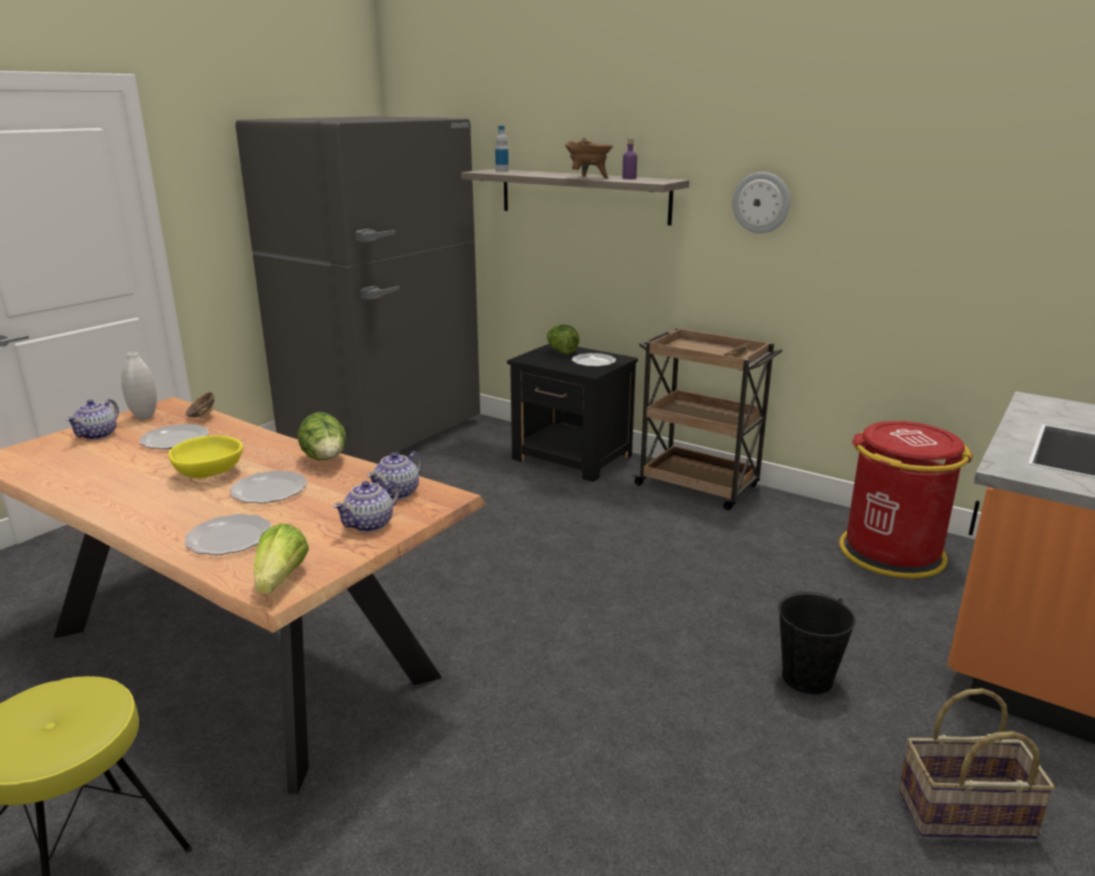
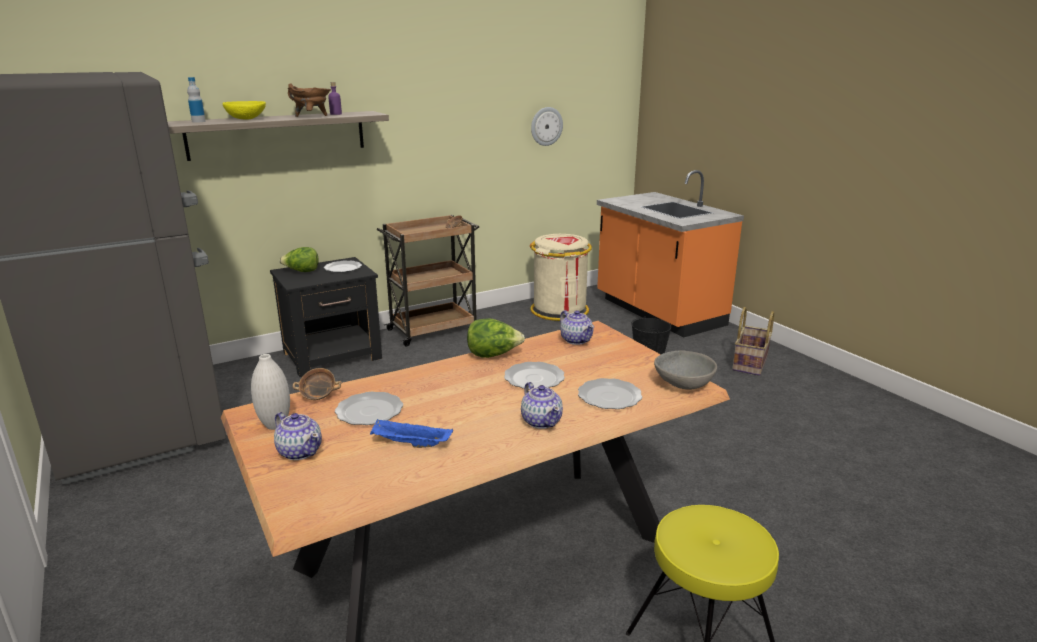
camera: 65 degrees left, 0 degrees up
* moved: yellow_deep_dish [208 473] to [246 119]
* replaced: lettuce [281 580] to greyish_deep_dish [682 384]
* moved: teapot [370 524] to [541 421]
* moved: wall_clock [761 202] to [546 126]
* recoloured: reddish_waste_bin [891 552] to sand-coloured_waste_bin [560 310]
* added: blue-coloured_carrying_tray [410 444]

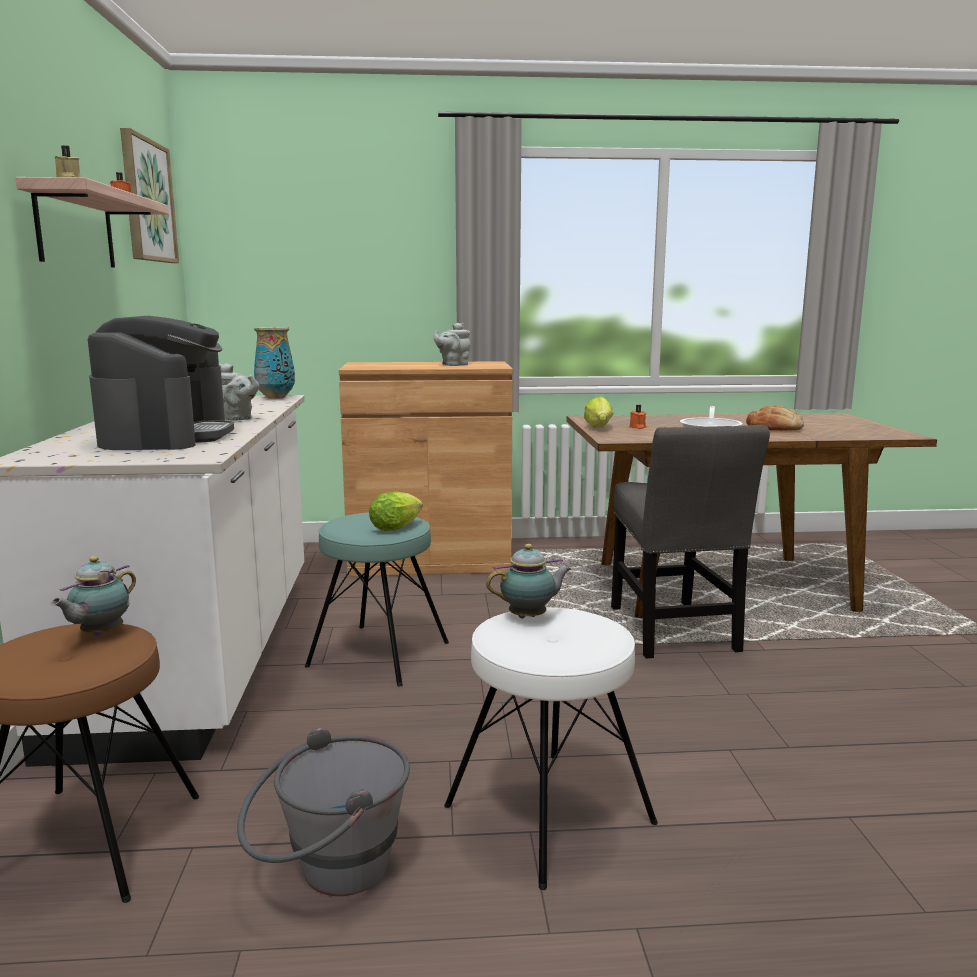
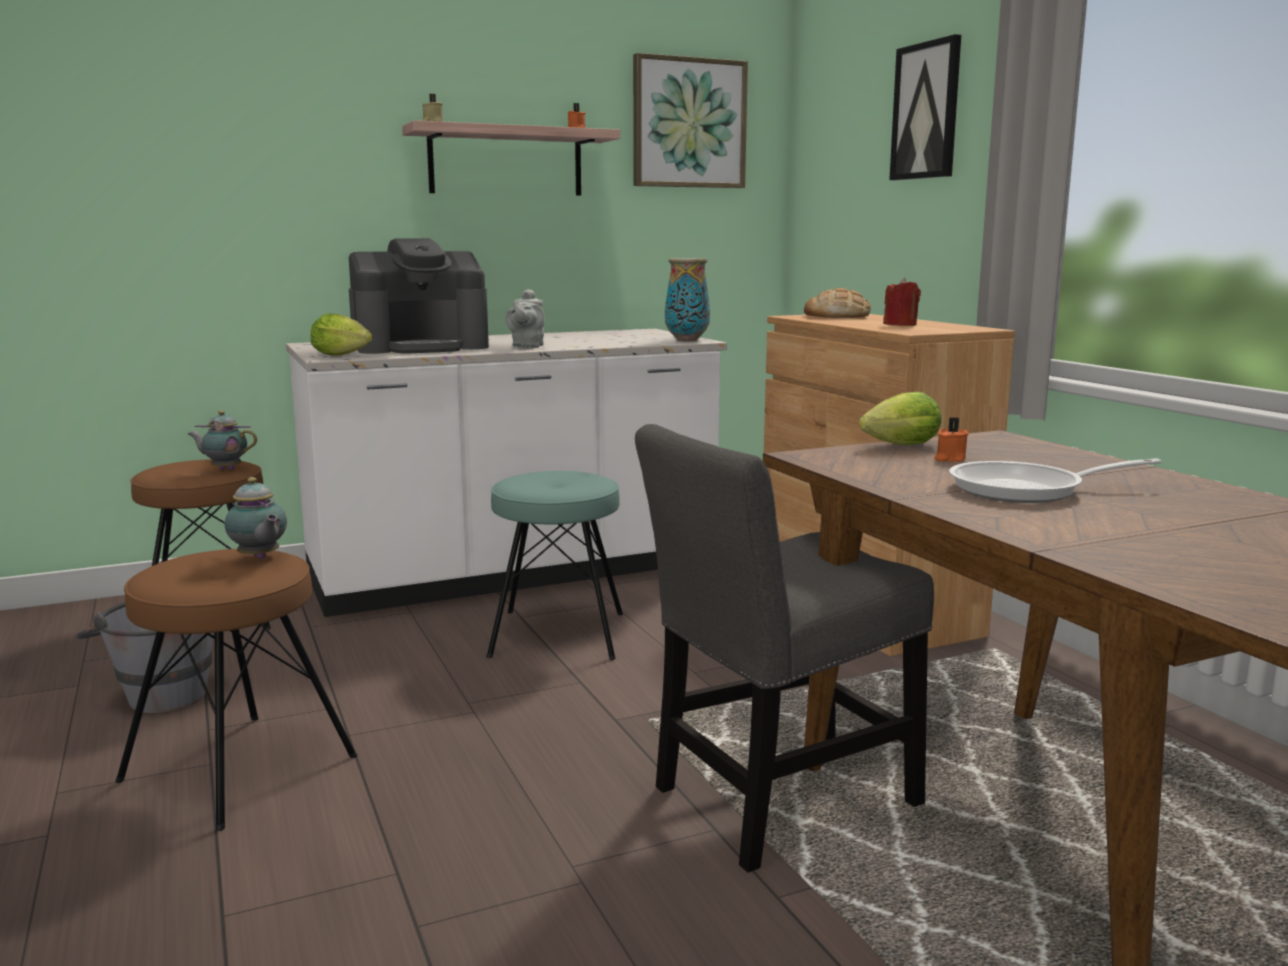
camera: 70 degrees right, 0 degrees up
* moved: lettuce [398 527] to [344 356]
* replaced: greyish_teapot [453 365] to reddish_candle [900 325]
* recoloured: white_stool_seat [548 814] to brown_stool_seat [239 768]
* moved: baked_bread [774 427] to [837 316]
* added: wall_art [926 111]

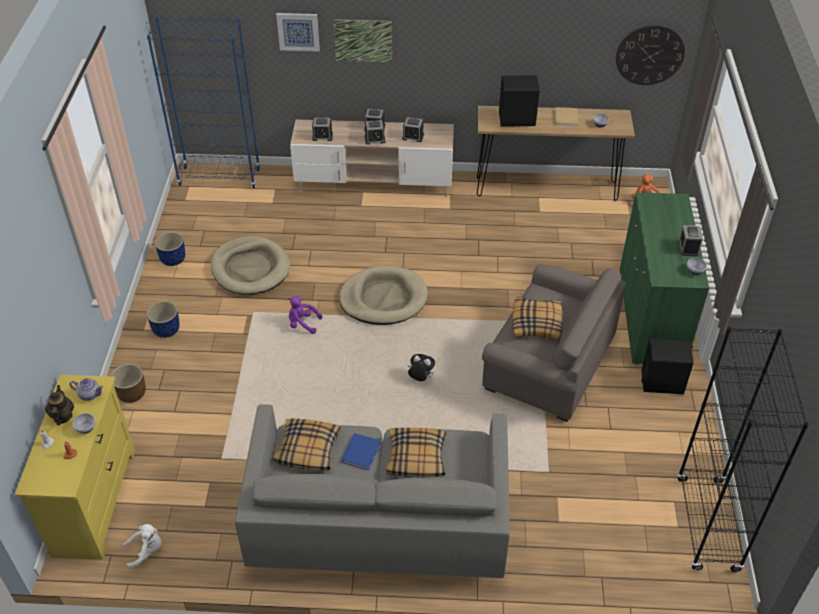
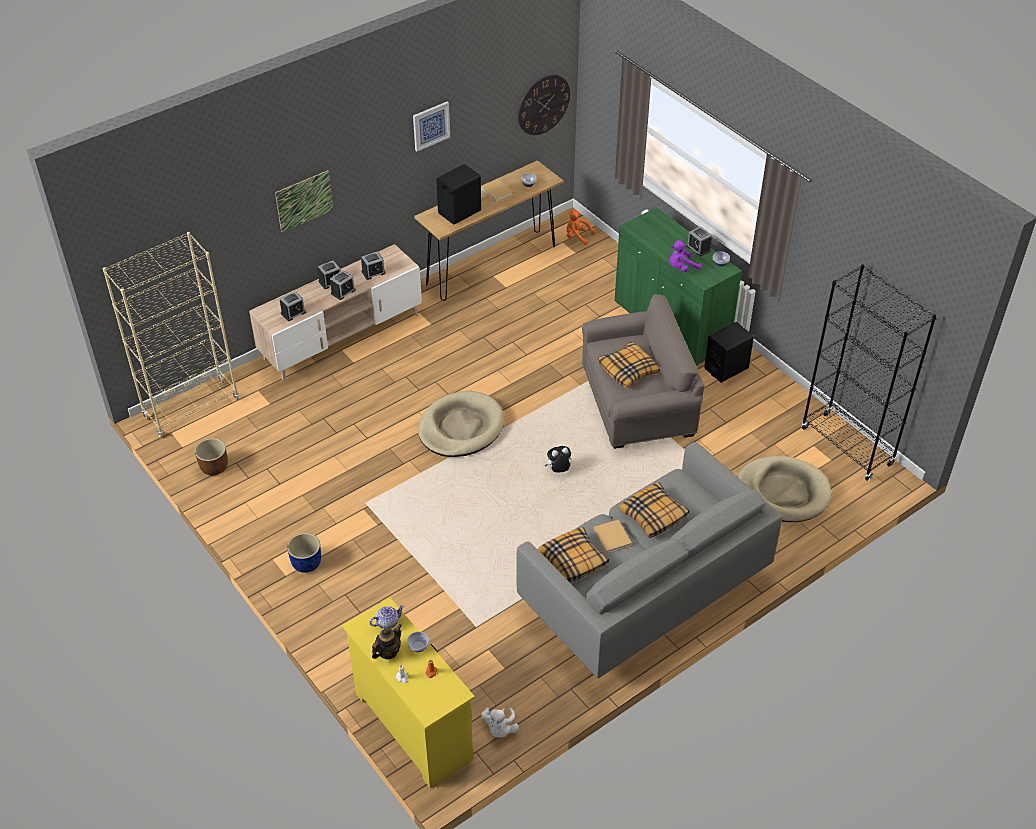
camera: 40 degrees left, 0 degrees up
* turned: teapot [62 417] = [388 652] 90 degrees clockwise
* moved: brown_plant_pot [131 393] to [214 467]
* turned: white_soft_toy [146 551] = [499 729] 150 degrees clockwise
* recoloured: blue-coloured_shelving_unit [220 177] to sand-coloured_shelving_unit [192 408]
* removed: blue-coloured_plant_pot [173 259]
* moved: sand-coloured_pet_bed [250 268] to [782 492]
* moved: wall_art [298 31] to [431 125]
* moved: purple_soft_toy [303 324] to [682 268]
* recoloured: blue-coloured_bound_book [362 451] to sand-coloured_bound_book [612 536]

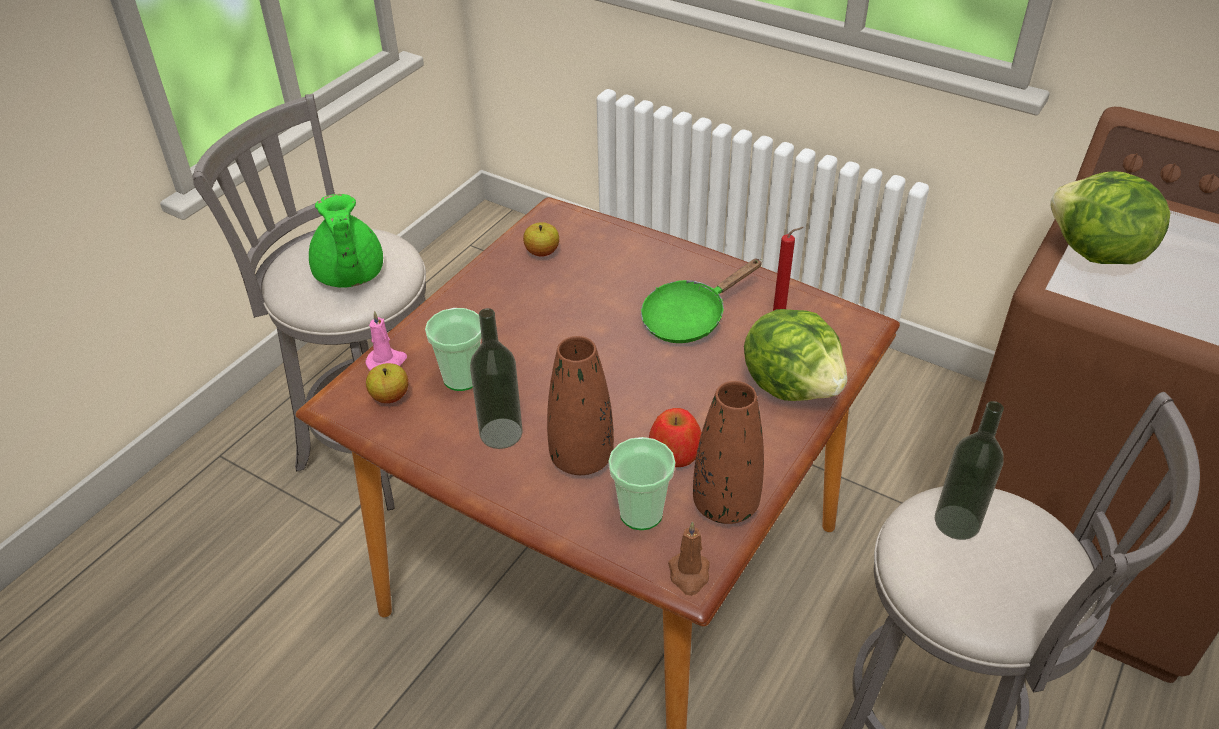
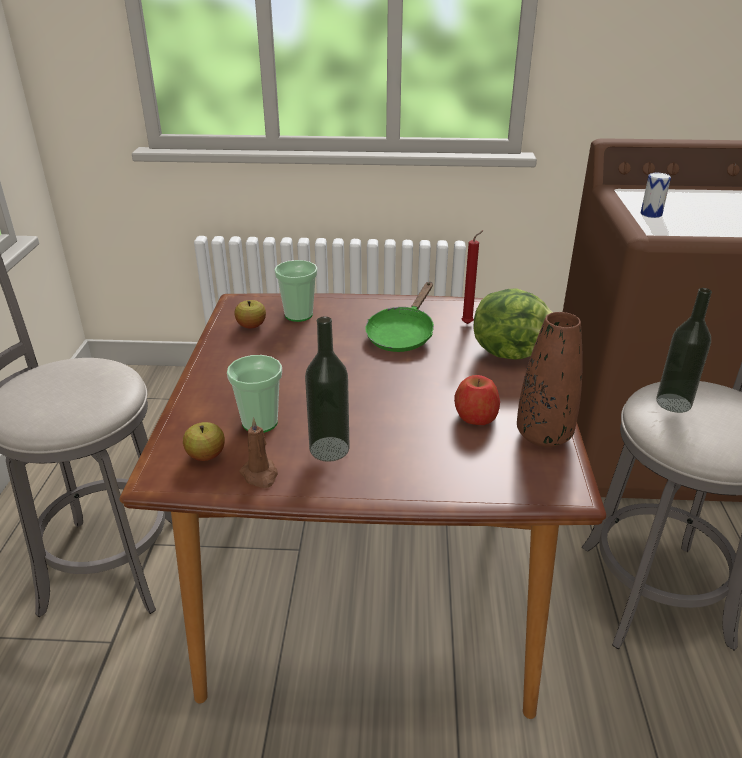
camera: 30 degrees left, 10 degrees down
* removed: green-coloured_teapot [349 276]
* removed: pink_candle [387 361]
* removed: brown_decorative_vase [581 458]
* moved: drinking_cup [641 513] to [298 315]
* moved: brown_candle [689 574] to [260 475]
* replaced: lettuce [1096 254] to sealed_can [651 214]

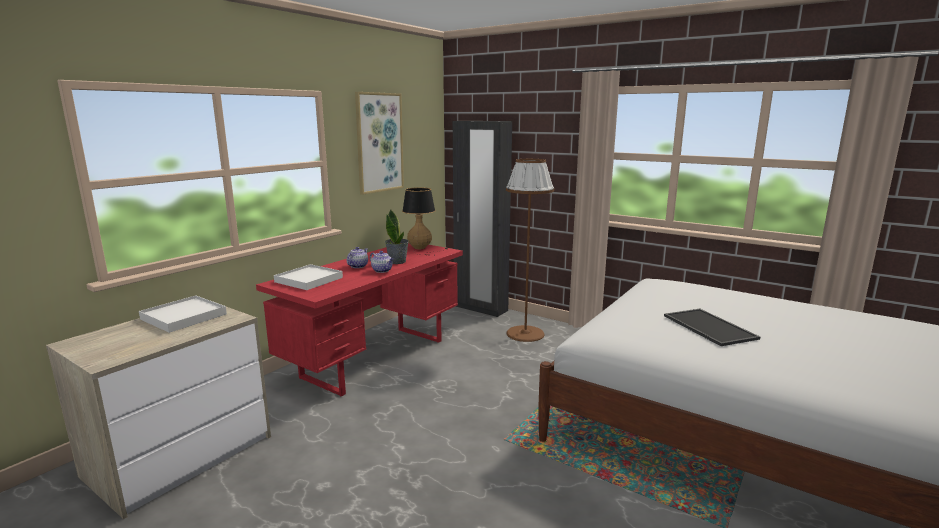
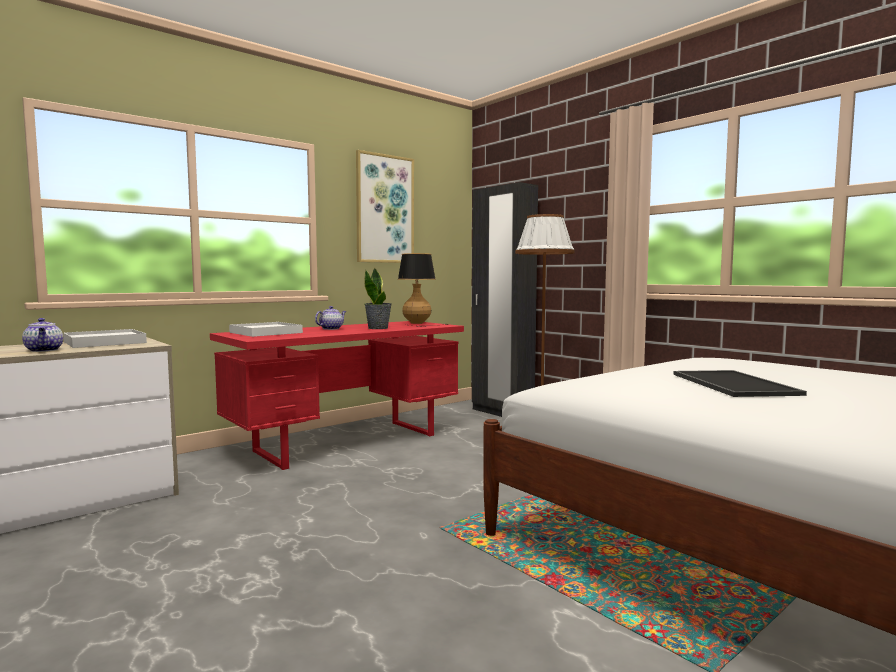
camera: 15 degrees right, 10 degrees down
* moved: teapot [382 270] to [44 350]

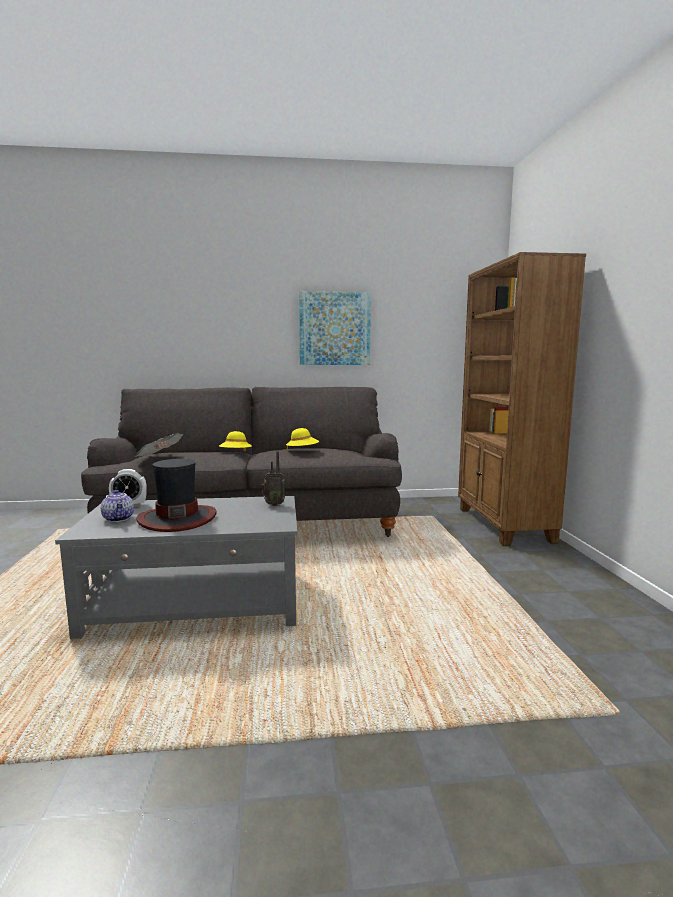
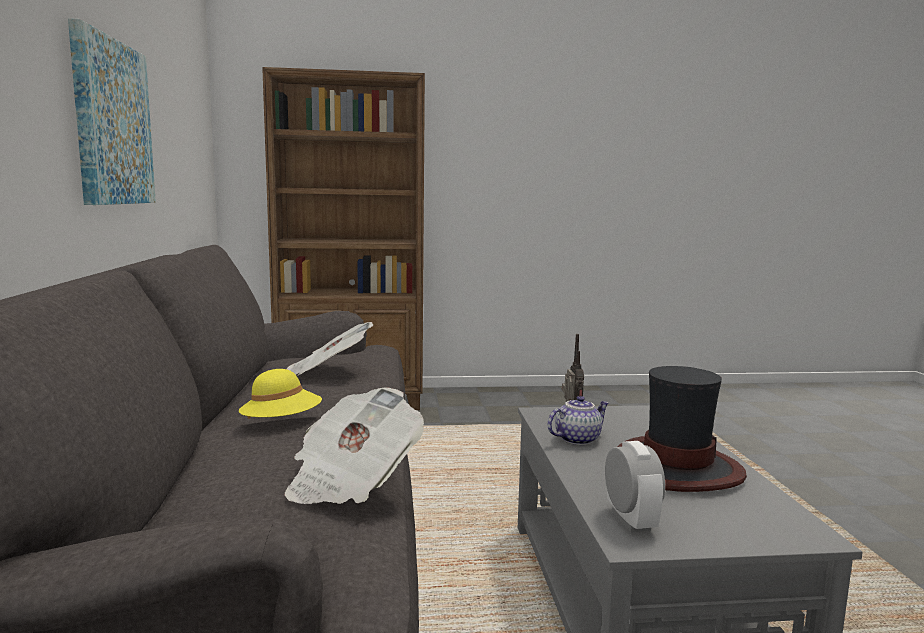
camera: 90 degrees left, 0 degrees up
* moved: teapot [119 519] to [577 439]
* replaced: yellow_hat [302 451] to newspaper [328 371]

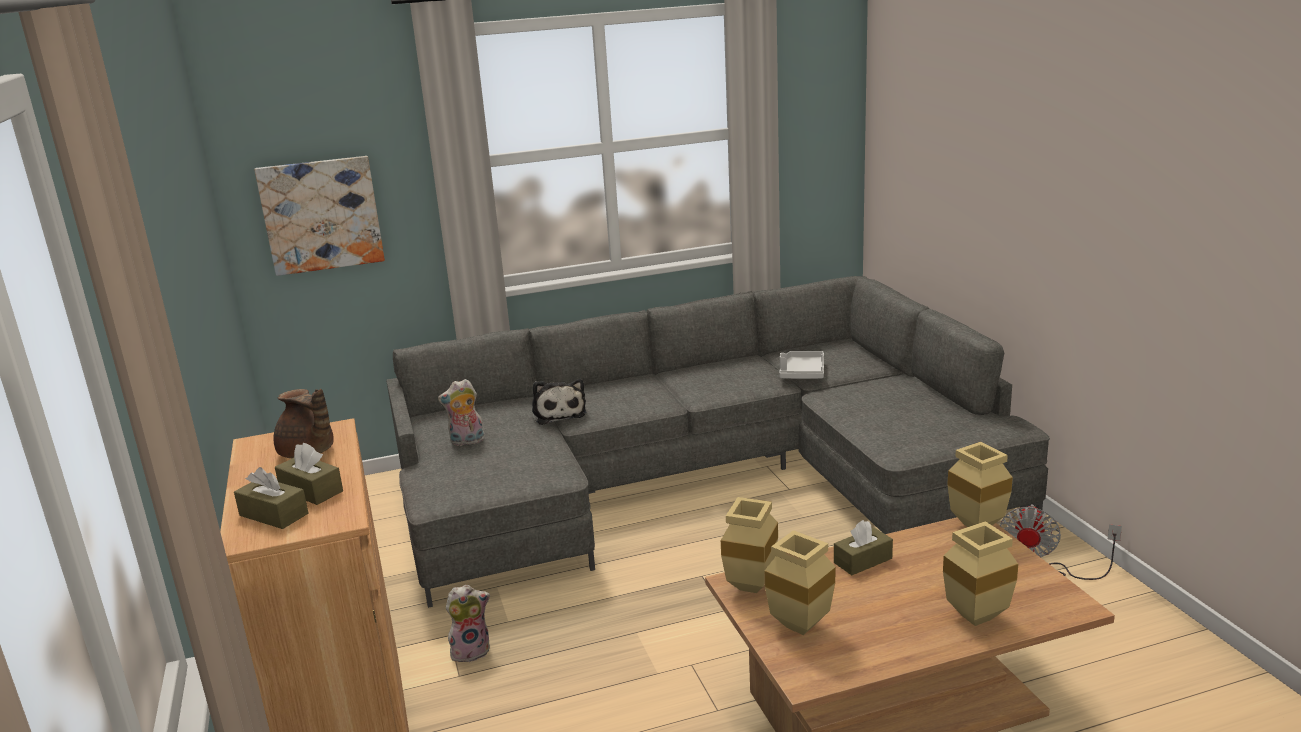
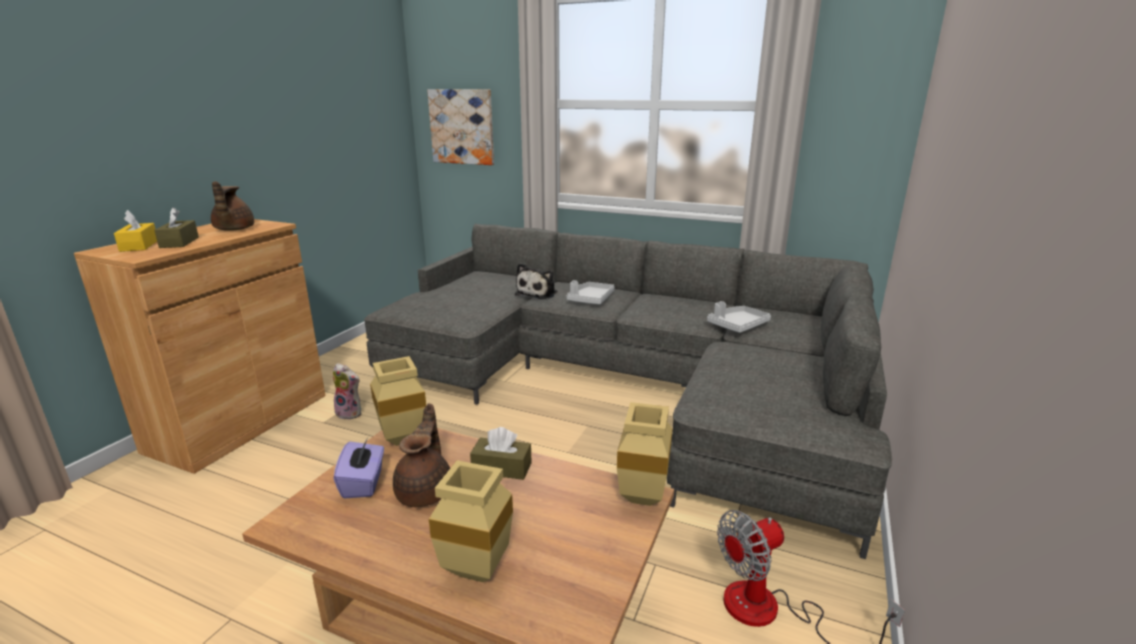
camera: 40 degrees right, 0 degrees up
* recoloured: brown_tissue_box [274 514] to yellow_tissue_box [139 245]
* removed: soft_toy [466 442]
* replaced: sand-coloured_decorative_vase [796 626] to purple_tissue_box [363 483]
* added: brown_teapot [426 491]
* added: greyish_carrying_tray [590 299]

